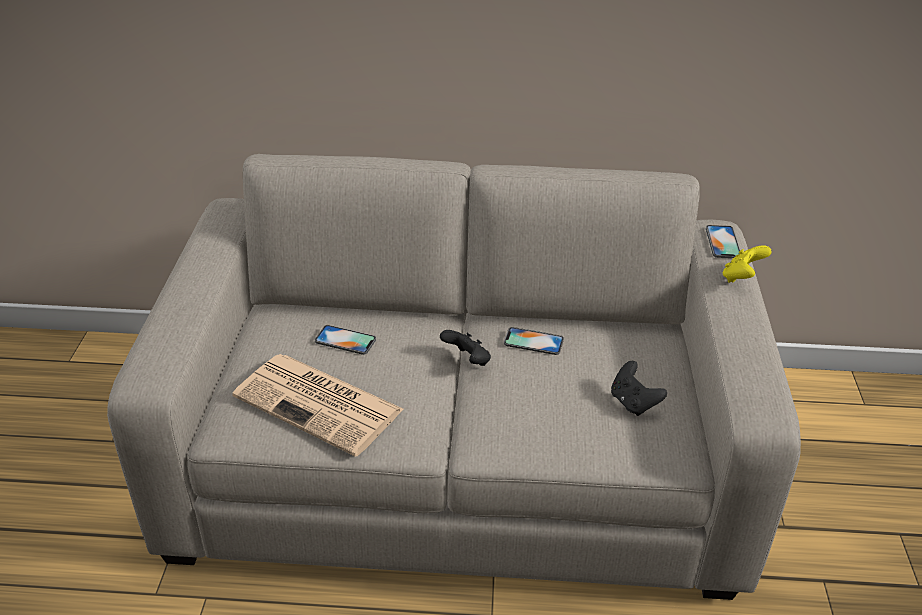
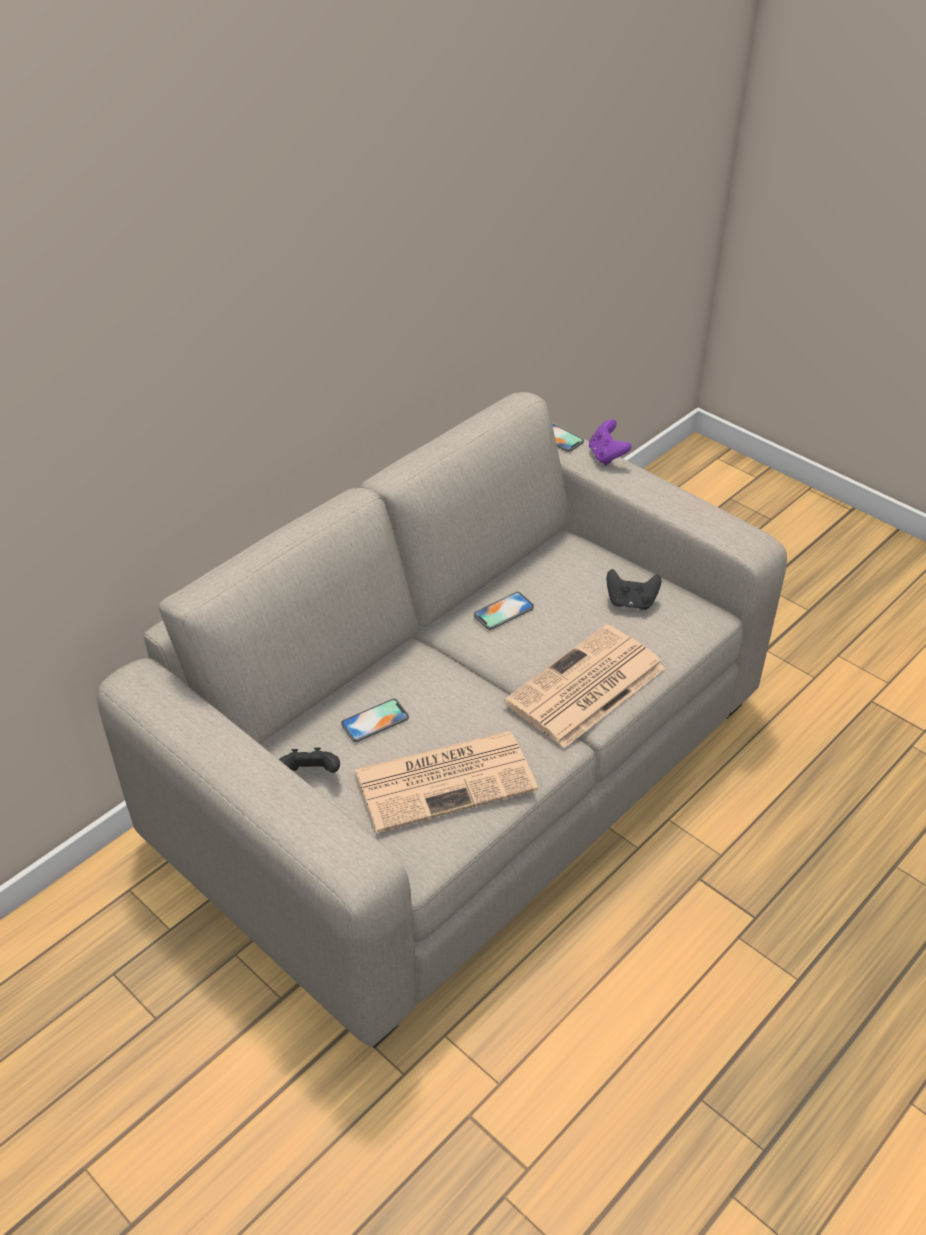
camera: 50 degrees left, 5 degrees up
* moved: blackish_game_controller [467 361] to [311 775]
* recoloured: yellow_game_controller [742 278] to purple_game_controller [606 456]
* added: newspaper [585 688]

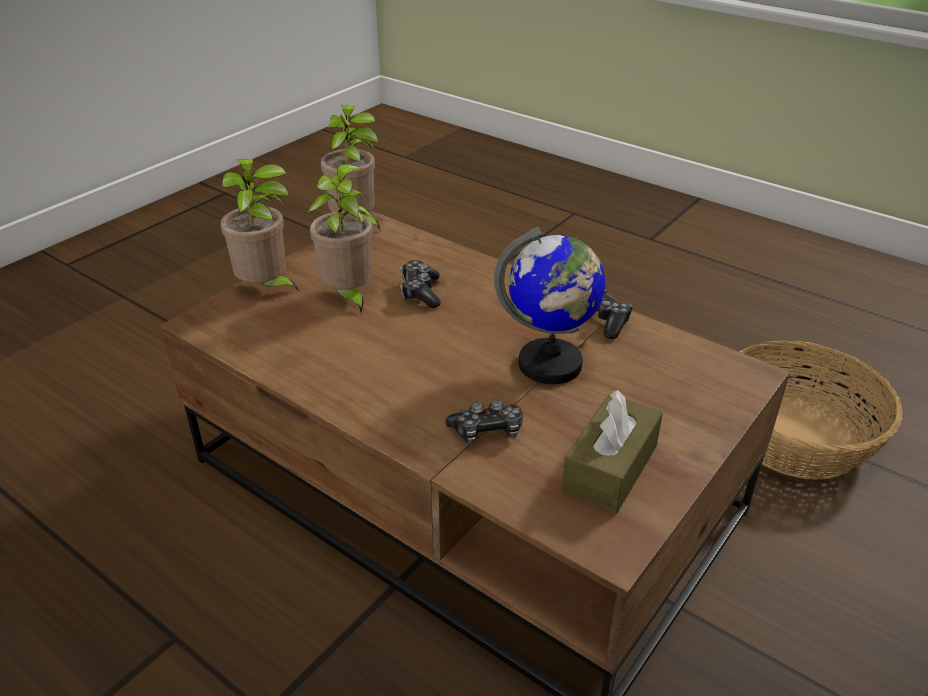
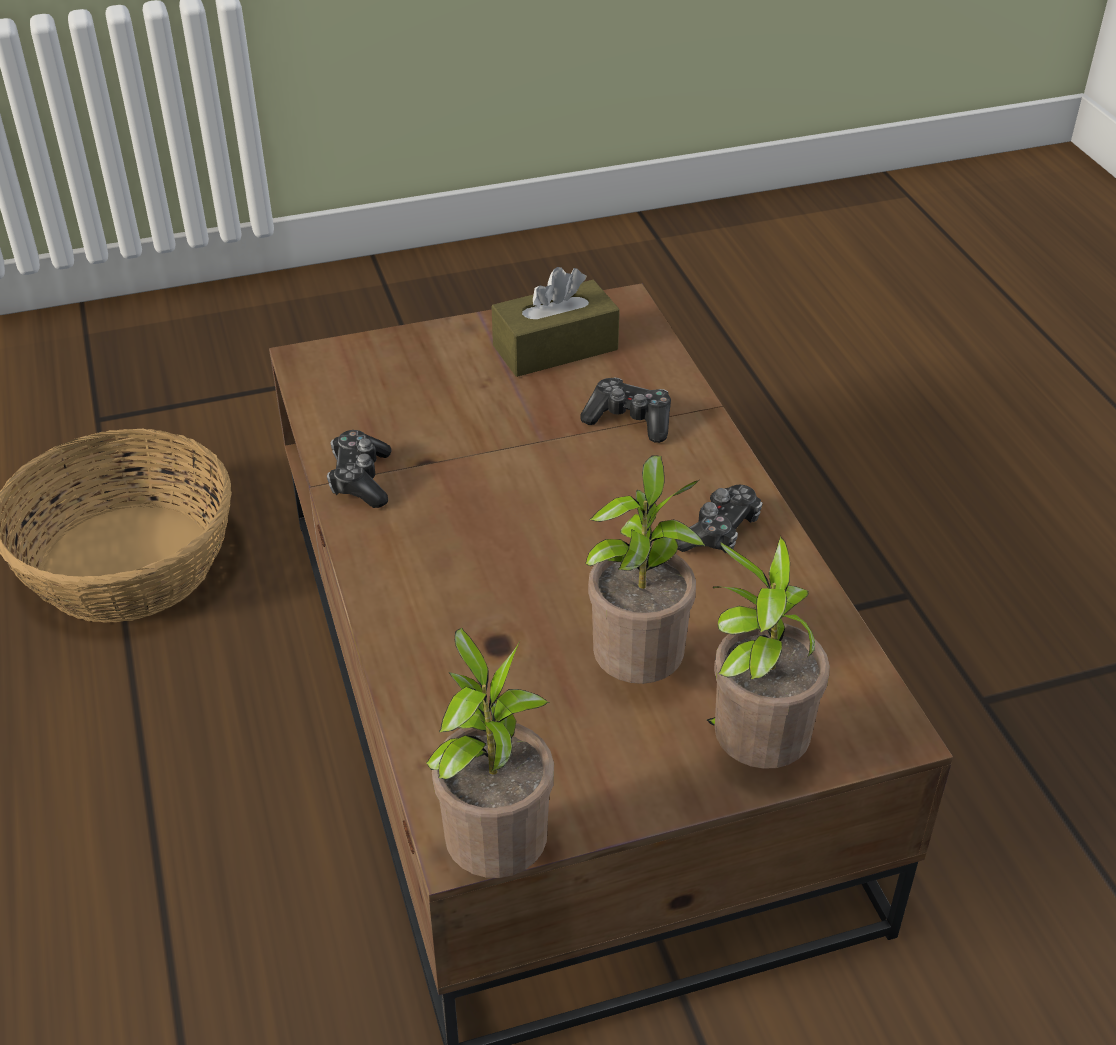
camera: 145 degrees left, 5 degrees up
* moved: game_controller [420 292] to [719 532]
* removed: desk_globe [550 365]

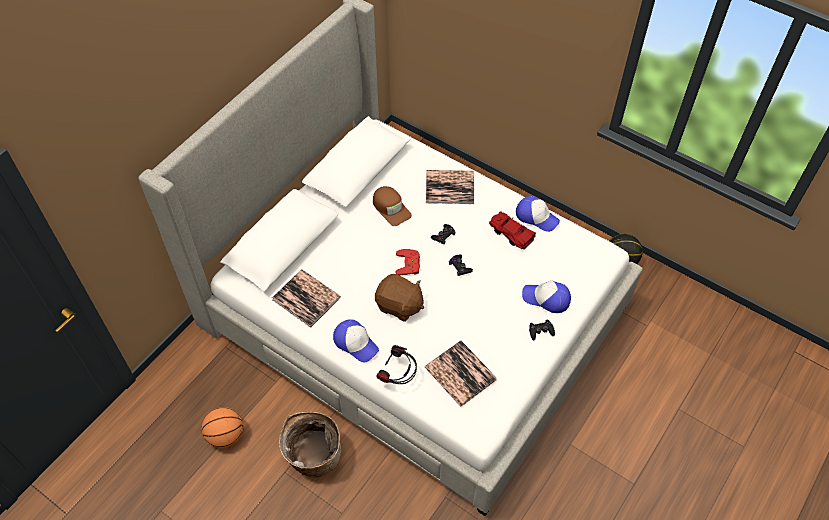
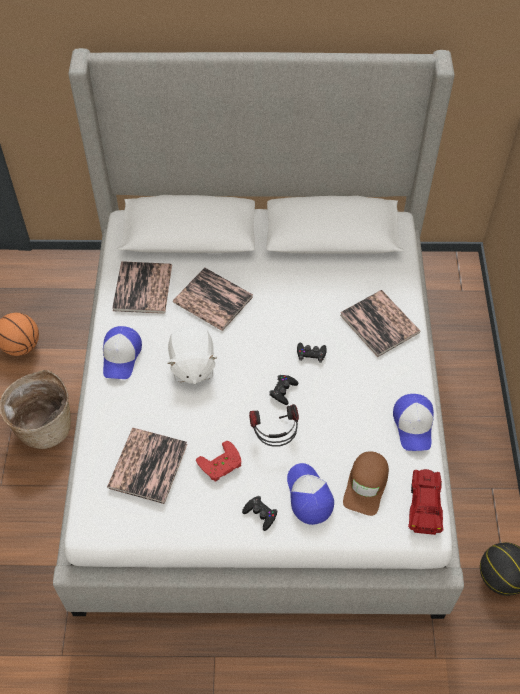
camera: 55 degrees right, 0 degrees up
* moved: brown_baseball_cap [391 208] to [366 485]
* recoloured: brown_soft_toy [399 306] to white_soft_toy [192 366]
* moved: headphones [398 377] to [275 437]
* moved: reddish_game_controller [410 264] to [221 465]
* moved: reddish_toy_car [511 233] to [425 504]
* added: bound_book [213 300]

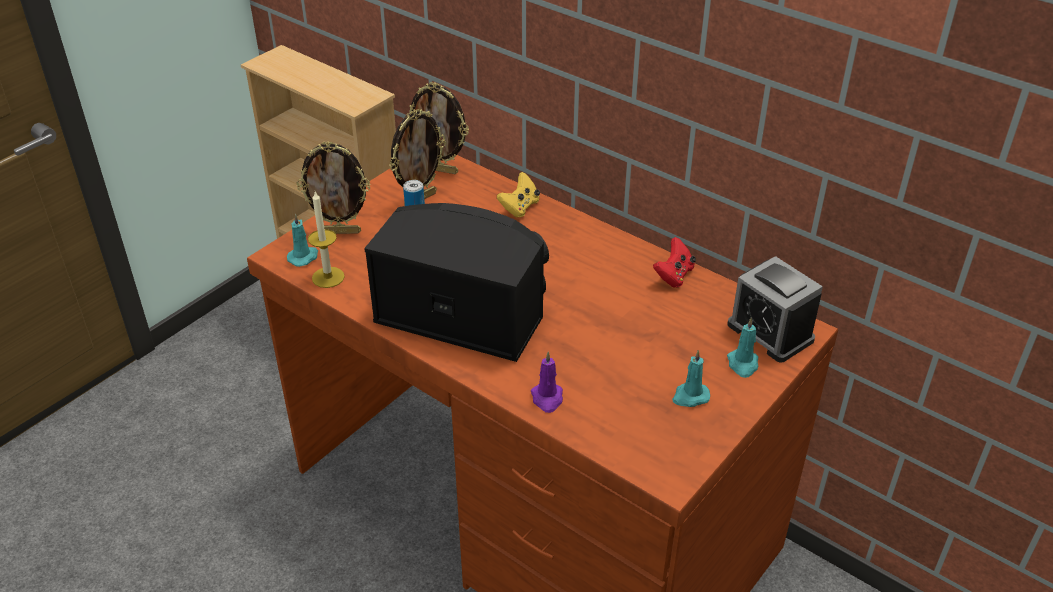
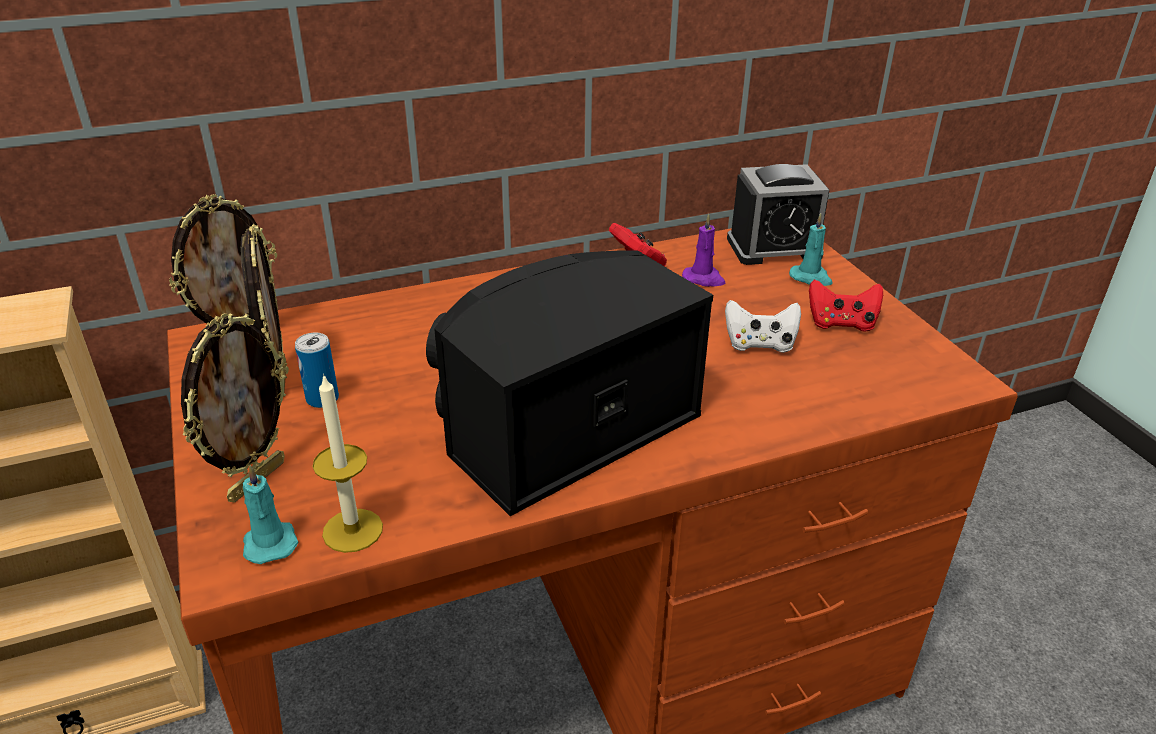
camera: 60 degrees left, 5 degrees down
* removed: yellow_game_controller [519 207]
* moved: purple_candle [547 399] to [704 279]
* replaced: blue-green_candle [690 396] to reddish_game_controller [841 323]
* added: white_game_controller [760 344]

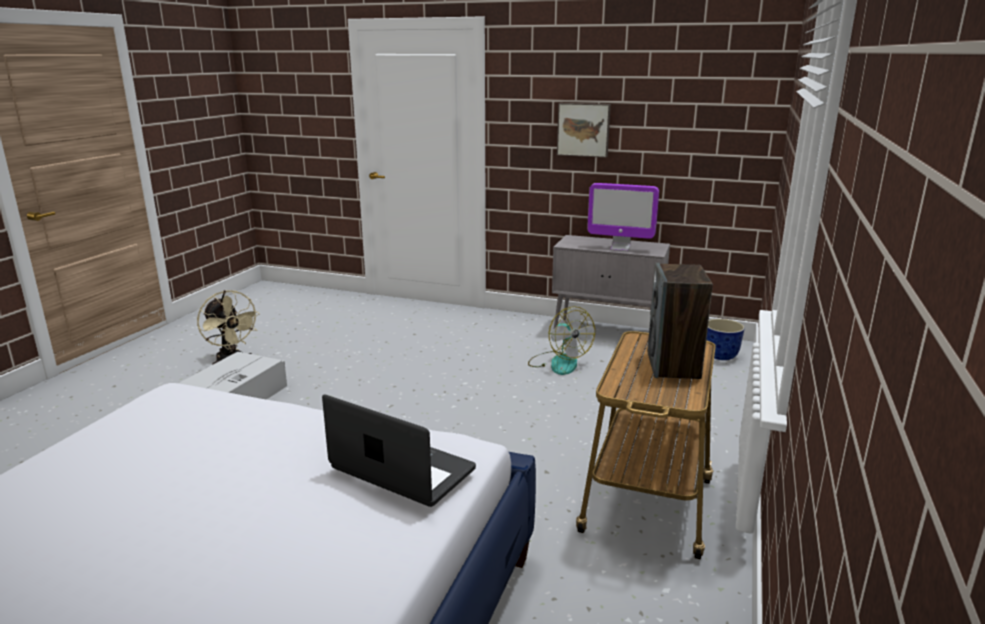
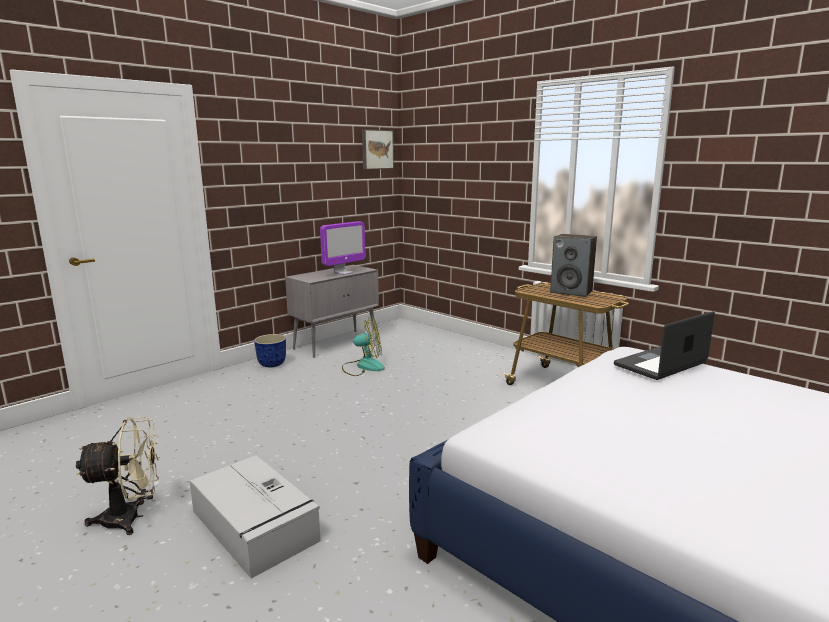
camera: 65 degrees left, 5 degrees down
* moved: wall_art [583 129] to [376 149]
* moved: plant_pot [720 356] to [272 364]

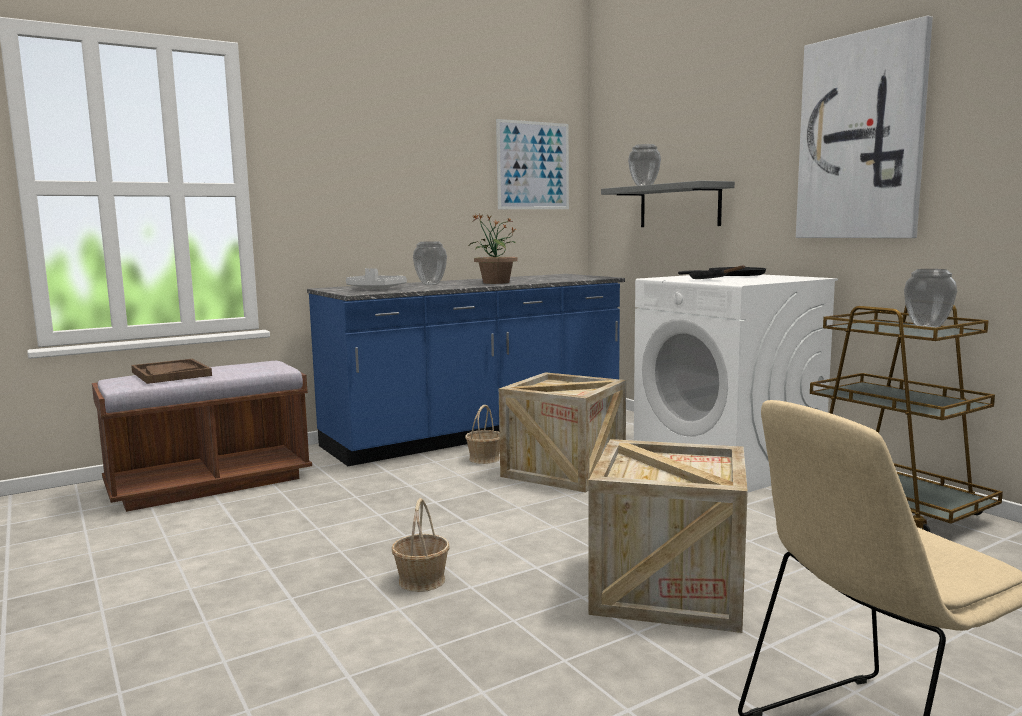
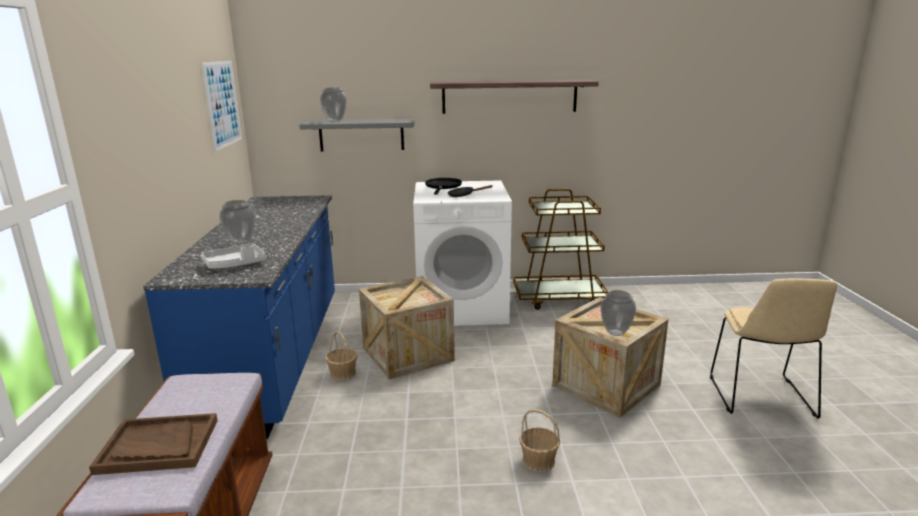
camera: 60 degrees left, 10 degrees up
* removed: houseplant [495 283]
* replaced: wall_art [861 137] to wall_shelf [509 96]
* moved: decorative_vase [926 327] to [615 333]

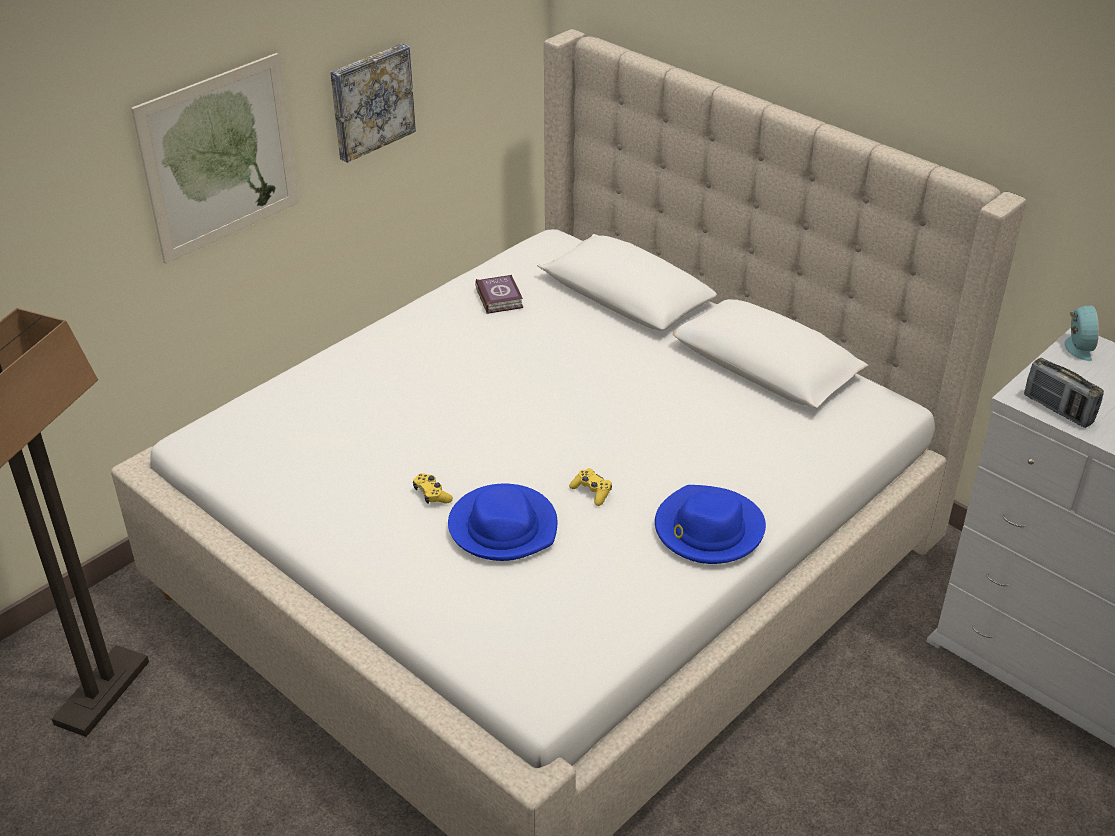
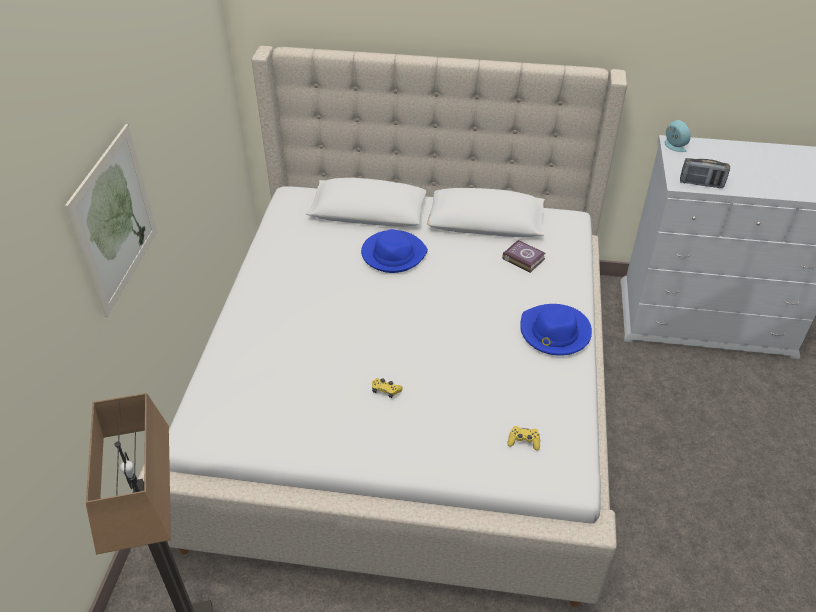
camera: 35 degrees left, 5 degrees up
* removed: wall_art [370 101]
* moved: blue-coloured_hat [503 527] to [393 254]
* moved: bound_book [500 297] to [523 258]
* moved: yellow_game_controller [592 491] to [523 441]

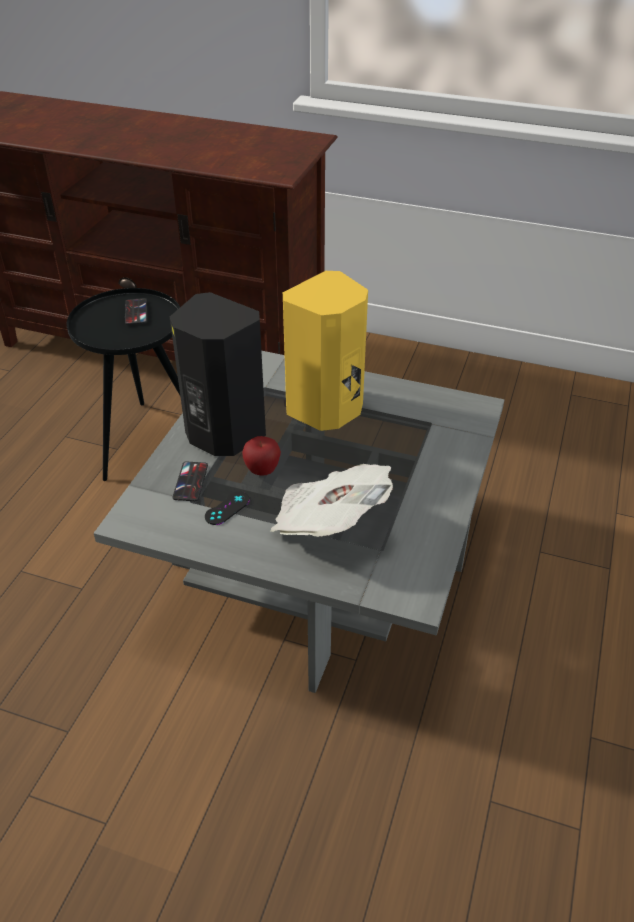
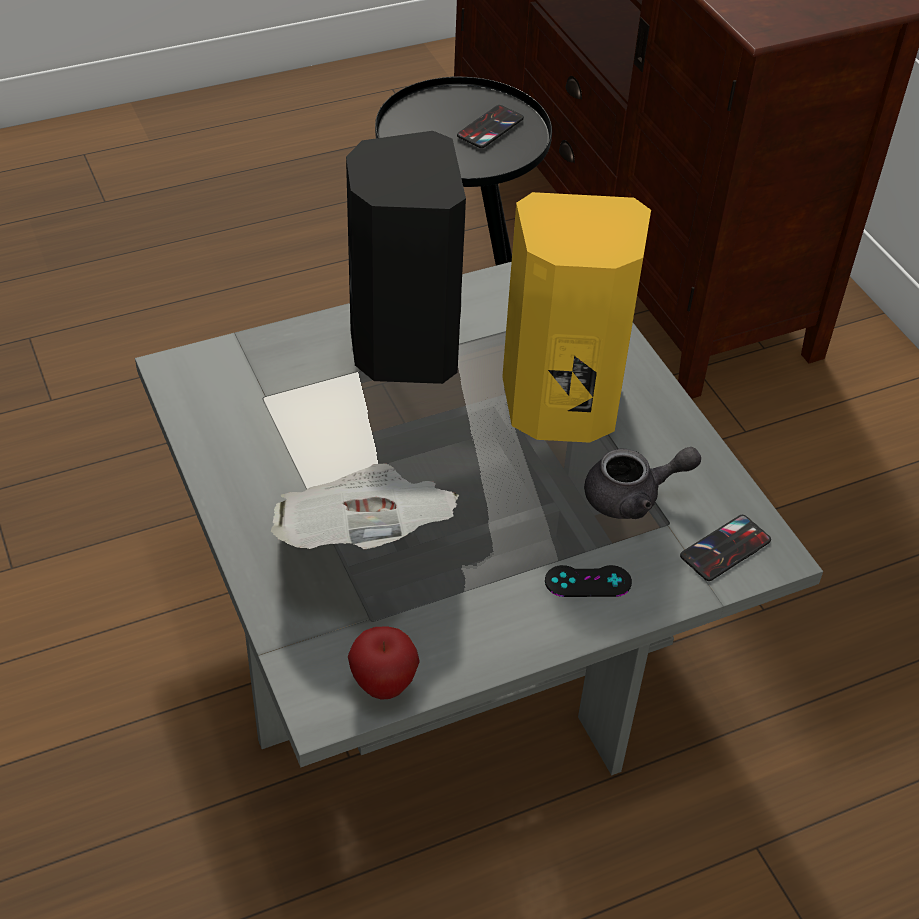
camera: 45 degrees right, 5 degrees up
* moved: handset [190 481] to [725 548]
* moved: blackish_game_controller [227 508] to [588 582]
* moved: apple [262 471] to [383 685]
* added: greyish_teapot [633 497]

